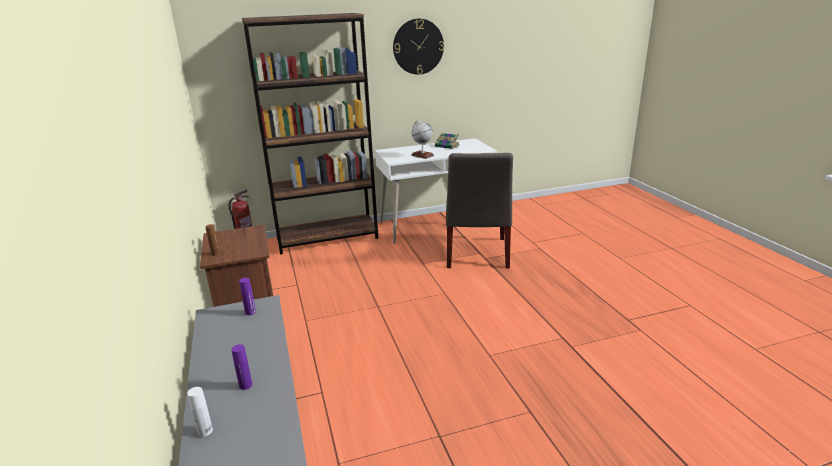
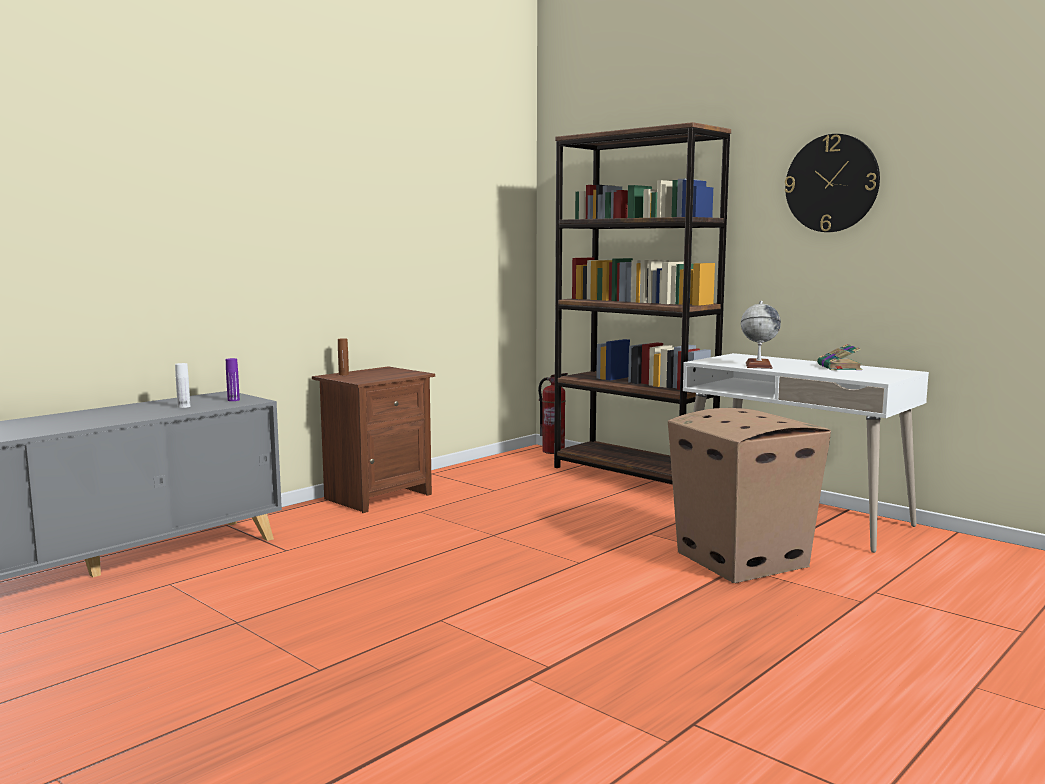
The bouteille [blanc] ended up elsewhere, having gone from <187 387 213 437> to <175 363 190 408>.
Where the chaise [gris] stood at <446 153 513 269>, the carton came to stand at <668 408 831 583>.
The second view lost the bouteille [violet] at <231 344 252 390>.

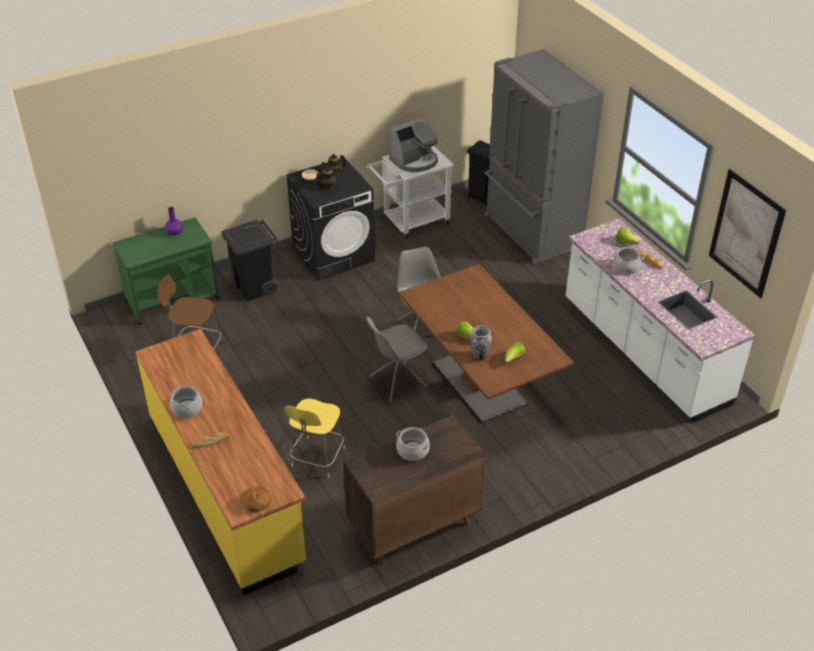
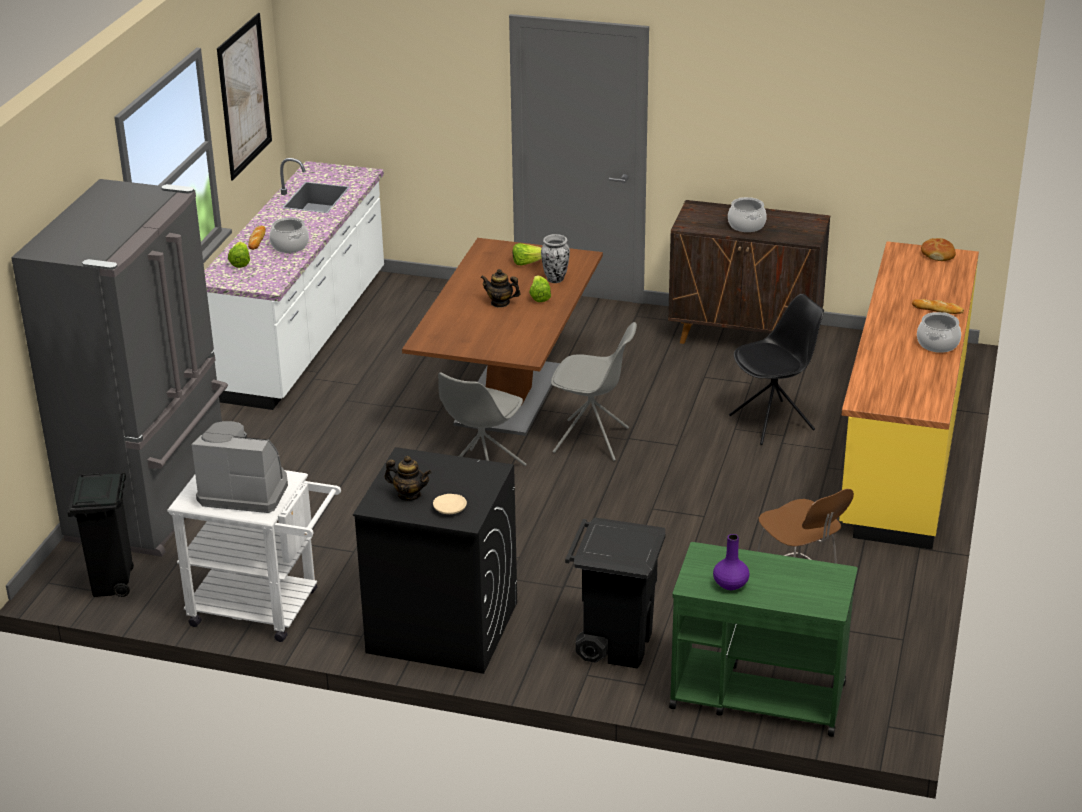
The théière ended up elsewhere, having gone from <316 166 339 190> to <480 269 521 308>.
Where the tabouret [jaune] stood at <284 398 345 478>, the chaise [noir] came to stand at <729 294 824 445>.

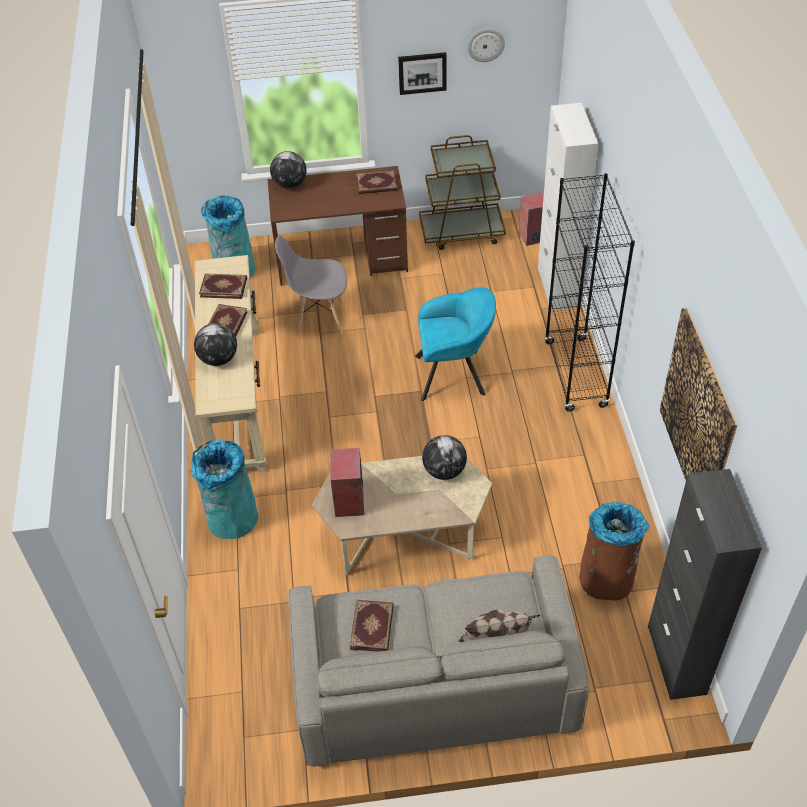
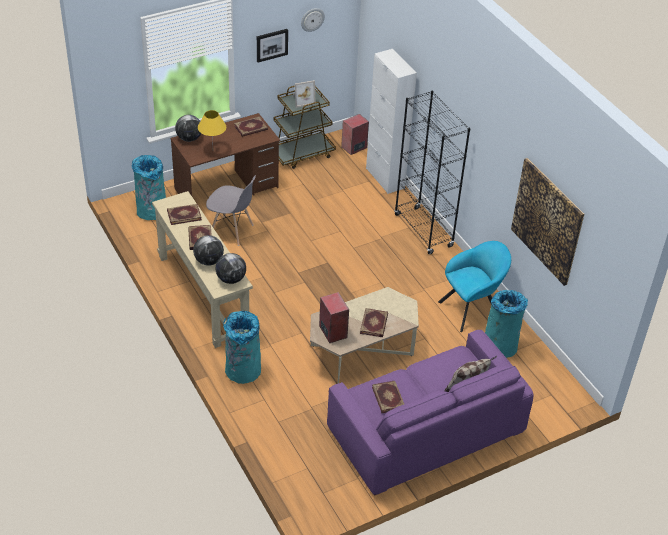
The second view gained the lampe de table [jaune] at <198 110 226 142>.
The chaise [gris] at <275 235 347 336> ended up facing another way, 135 degrees counterclockwise from before.
The globe ended up elsewhere, having gone from <422 435 467 480> to <216 253 246 284>.
The second view gained the cadre photo at <293 80 315 108>.
What was the canapé [gris] at <288 555 589 767> turned into the canapé [violet] at <327 330 534 495>.
The second view gained the livre at <360 308 388 337>.
The fauteuil [turquoise] ended up elsewhere, having gone from <415 287 496 401> to <438 241 511 332>.
What was the poubelle [marron] at <579 502 650 601> turned into the poubelle [turquoise] at <485 290 528 358>.
The second view lost the meuble de rangement [noir] at <648 469 762 700>.

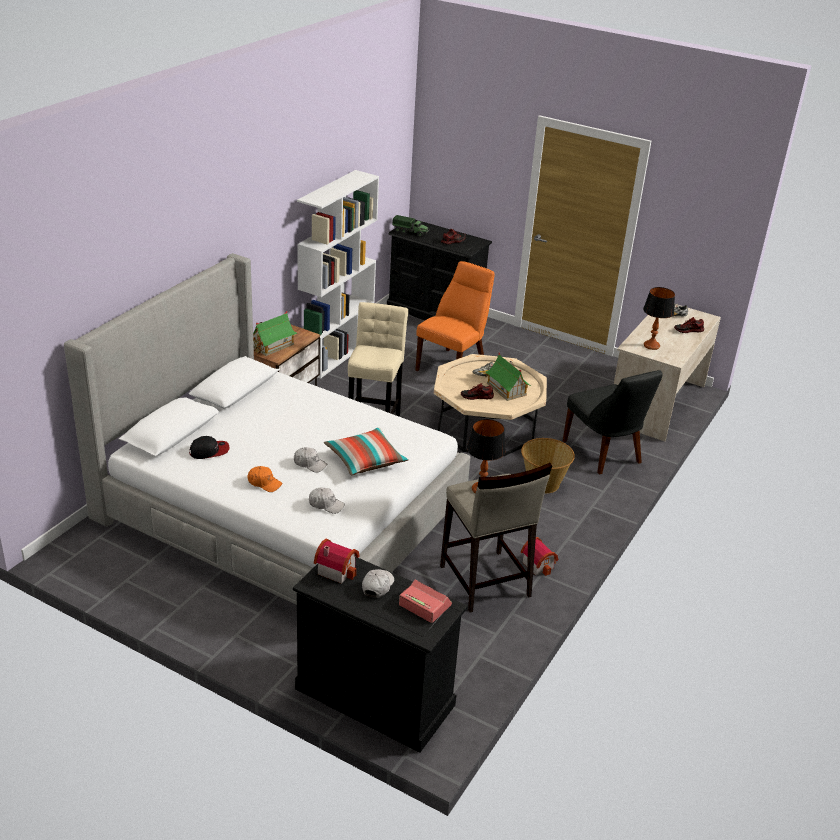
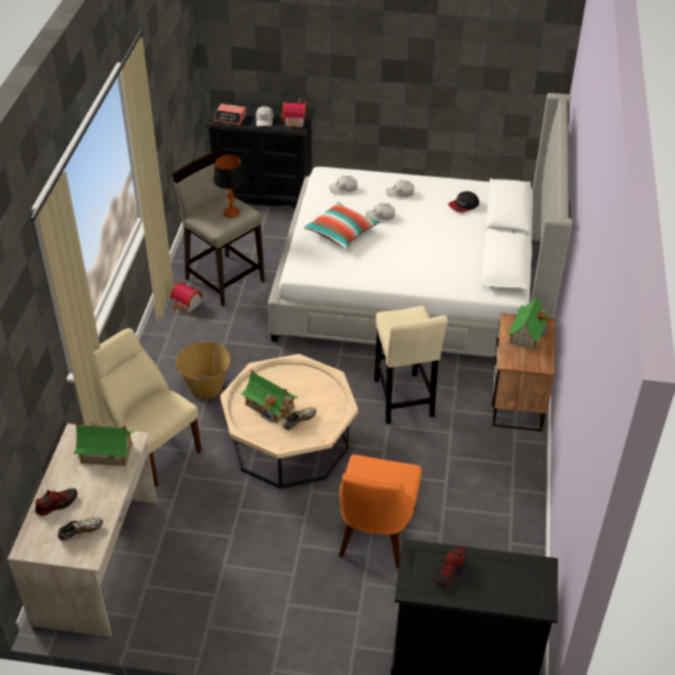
Where the lampe de table stood at <643 287 675 350>, the maison miniature came to stand at <73 421 135 466>.
What was the chaise [noir] at <563 370 663 474> turned into the chaise [beige] at <94 328 201 487>.
What was the casquette [orange] at <248 466 283 492> turned into the casquette [blanc] at <386 180 414 197>.
The second view lost the bibliothèque [blanc] at <297 170 379 379>.
The second view lost the camion jouet at <392 215 430 237>.
The second view lost the chaussure at <461 383 494 400>.

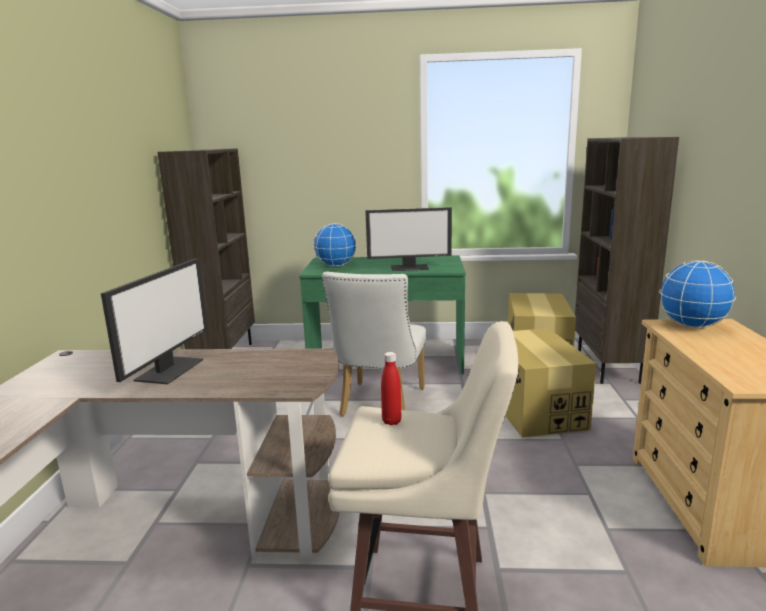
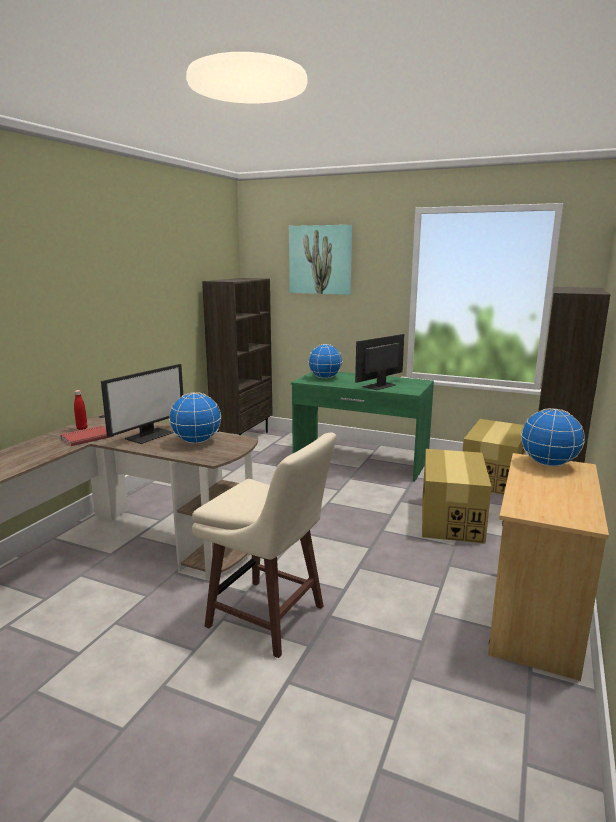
The second view gained the livre [rouge] at <60 426 114 446>.
The bouteille [rouge] ended up elsewhere, having gone from <381 352 401 425> to <74 390 88 430>.
The second view gained the globe at <169 393 221 443>.
The second view gained the tableau at <289 225 352 295>.
The écran d'ordinateur at <365 207 452 271> ended up facing another way, 120 degrees clockwise from before.
The second view lost the chaise [blanc] at <322 272 426 416>.

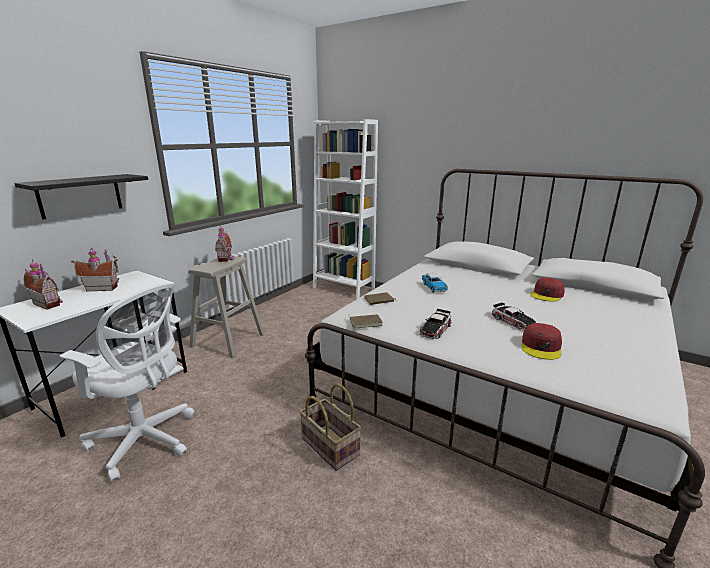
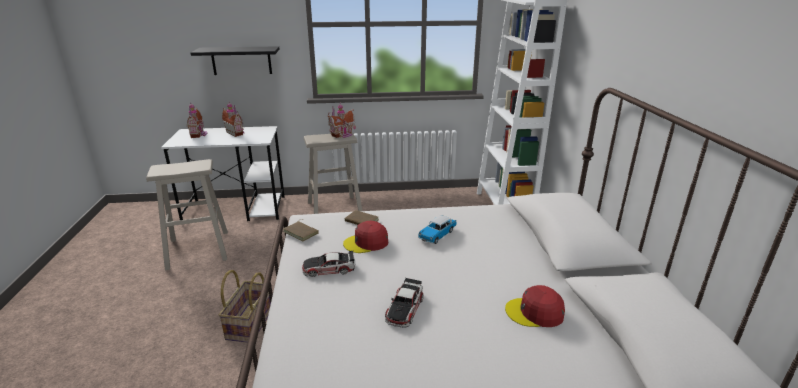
Where the chaise de bureau [blanc] stood at <60 283 194 482>, the tabouret [beige] came to stand at <146 159 228 270>.
The casquette [rouge] ended up elsewhere, having gone from <522 323 562 360> to <343 221 388 253>.

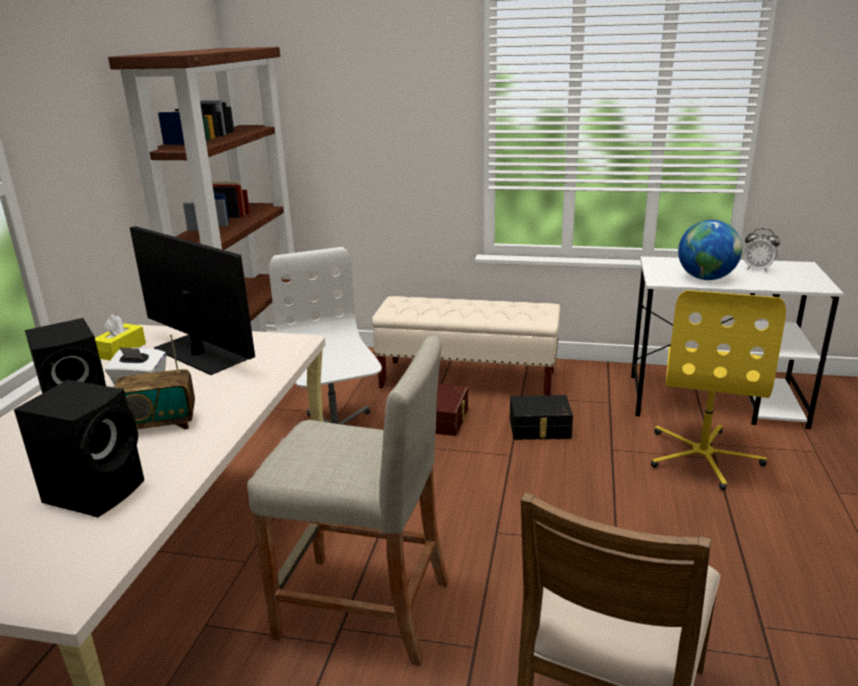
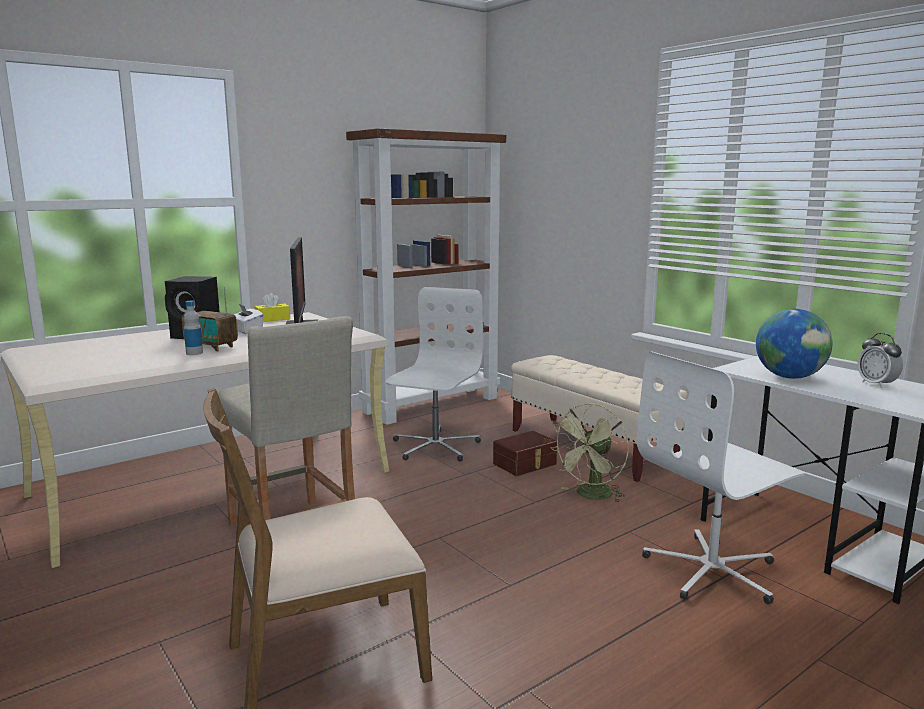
The second view gained the bouteille at <184 301 203 355>.
Where the boîte de rangement [noir] stood at <510 395 573 440>, the ventilateur [vert] came to stand at <550 403 629 503>.
What was the chaise de bureau [jaune] at <651 290 786 490> turned into the chaise de bureau [blanc] at <637 352 805 604>.
The second view lost the enceinte [noir] at <14 380 144 517>.

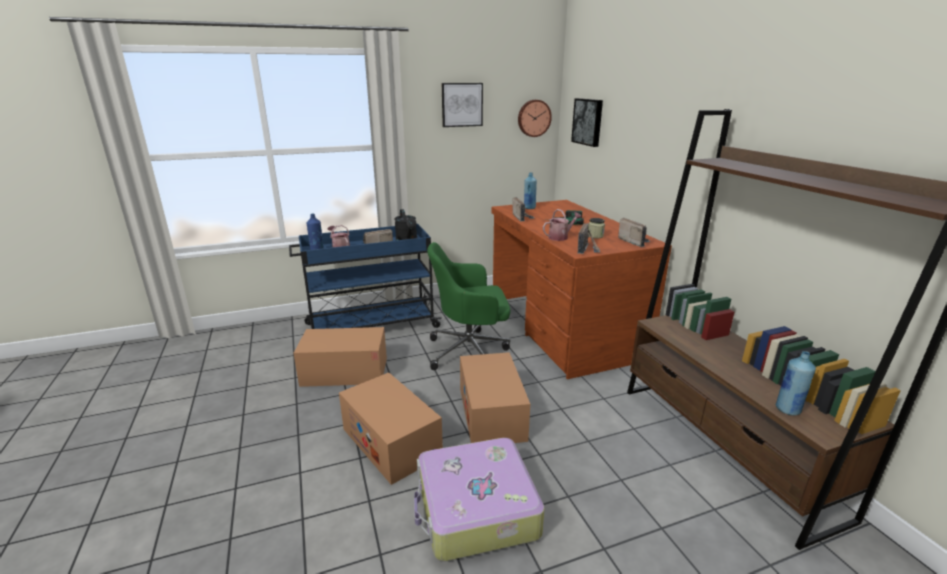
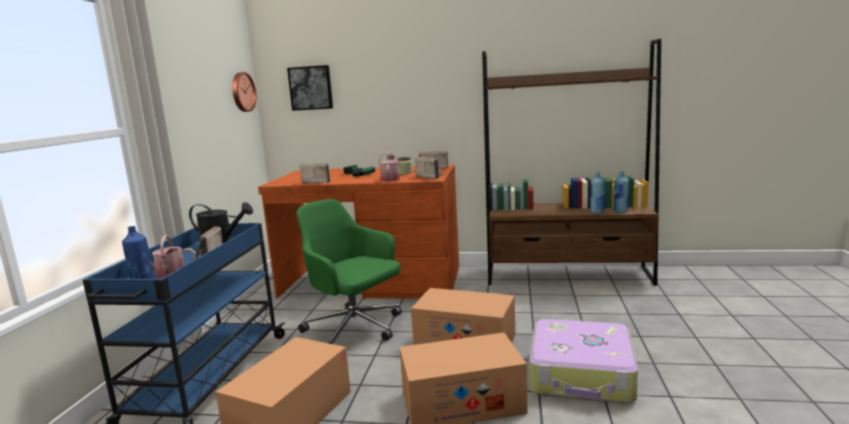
The chaise de bureau [vert] at <427 242 511 370> ended up facing another way, 105 degrees clockwise from before.
The bouteille [bleu] ended up elsewhere, having gone from <524 172 537 209> to <590 172 605 213>.
The second view lost the tableau at <442 83 483 127>.

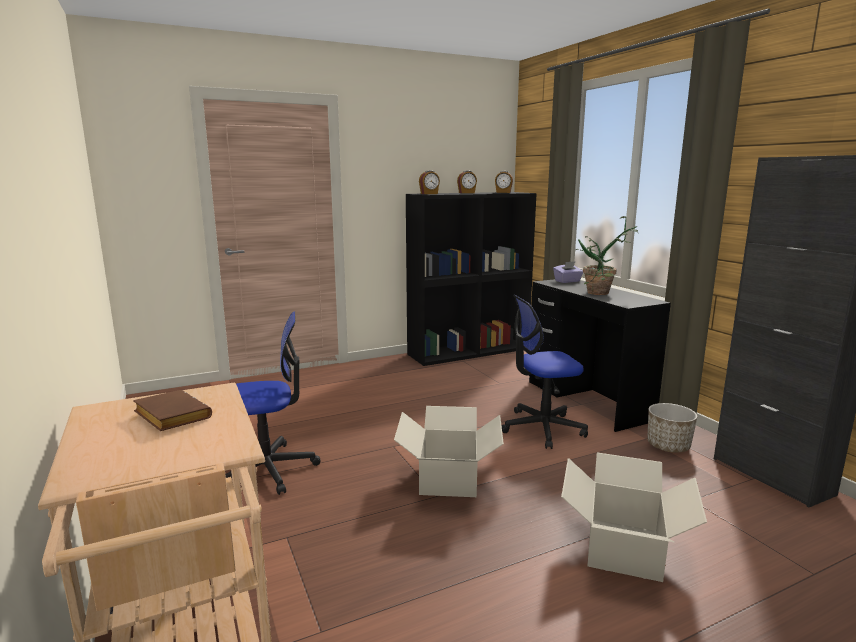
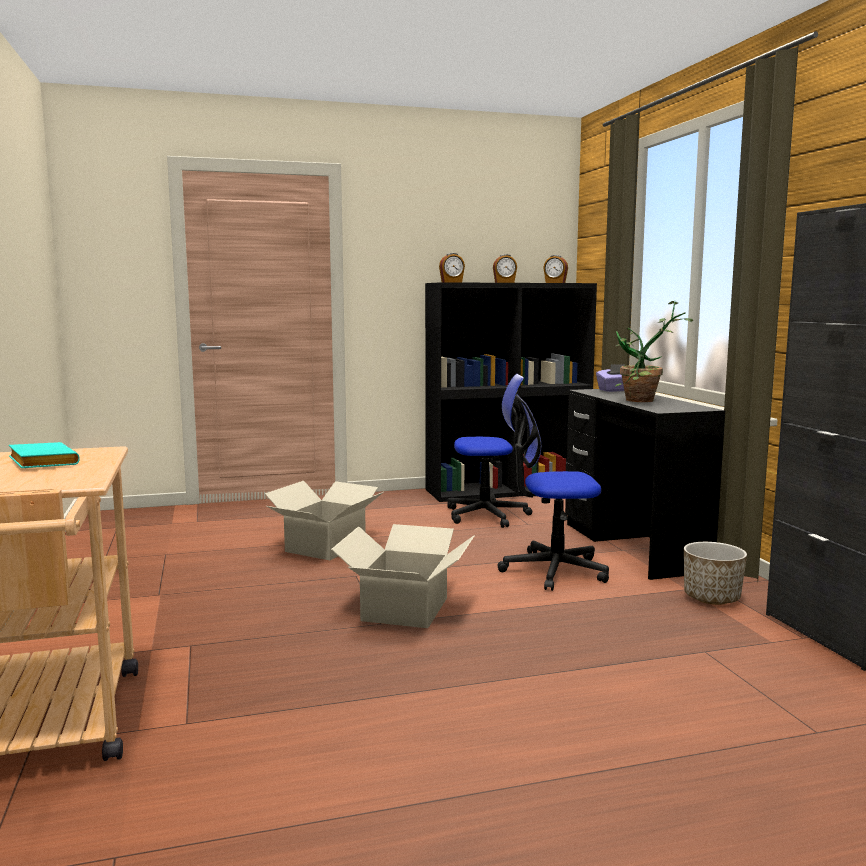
What was the livre [marron] at <133 390 212 431> turned into the livre [turquoise] at <9 442 80 468>.
The carton ended up elsewhere, having gone from <561 452 707 582> to <265 481 384 560>.
The chaise de bureau ended up elsewhere, having gone from <225 311 320 495> to <447 374 532 528>.

